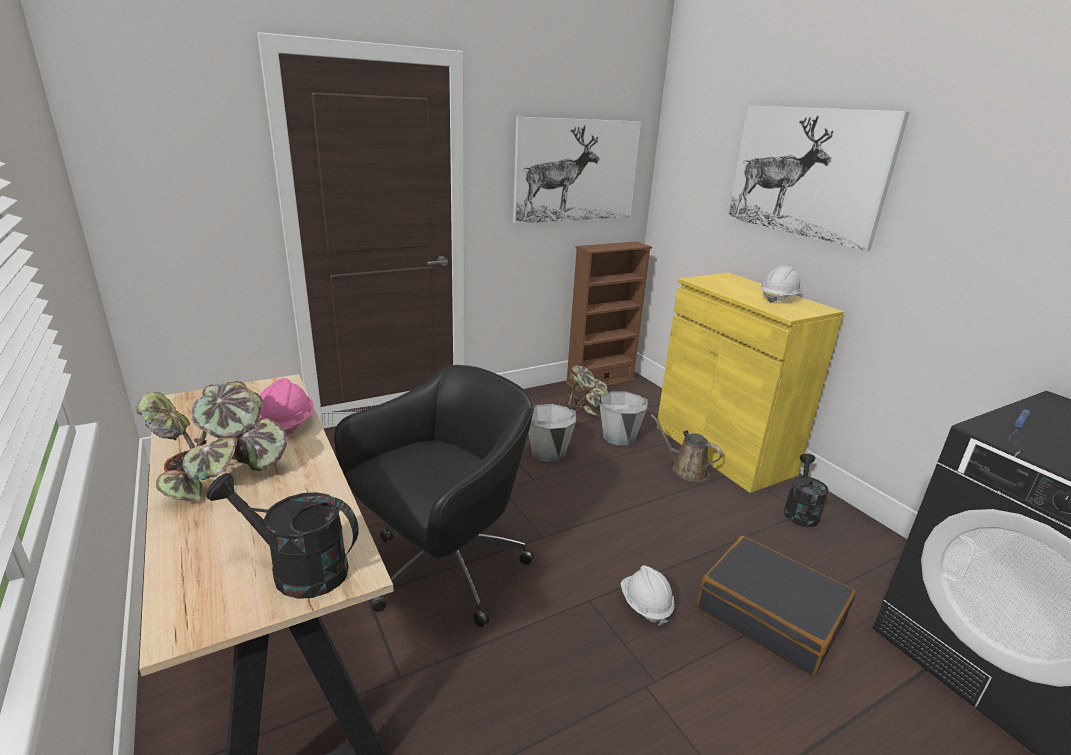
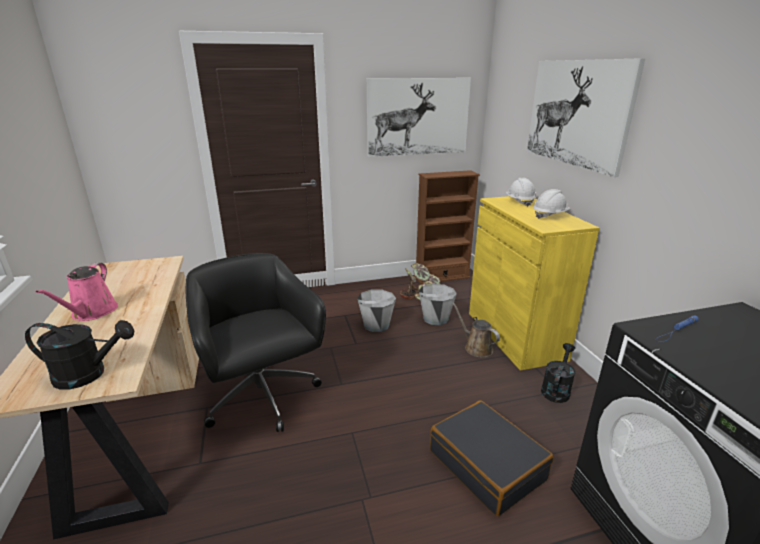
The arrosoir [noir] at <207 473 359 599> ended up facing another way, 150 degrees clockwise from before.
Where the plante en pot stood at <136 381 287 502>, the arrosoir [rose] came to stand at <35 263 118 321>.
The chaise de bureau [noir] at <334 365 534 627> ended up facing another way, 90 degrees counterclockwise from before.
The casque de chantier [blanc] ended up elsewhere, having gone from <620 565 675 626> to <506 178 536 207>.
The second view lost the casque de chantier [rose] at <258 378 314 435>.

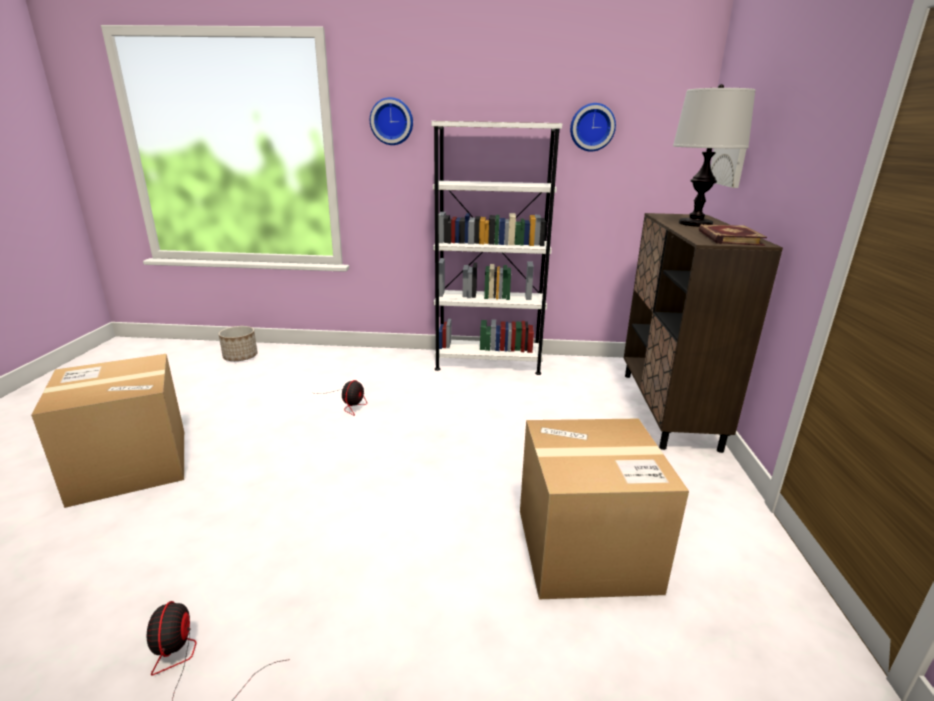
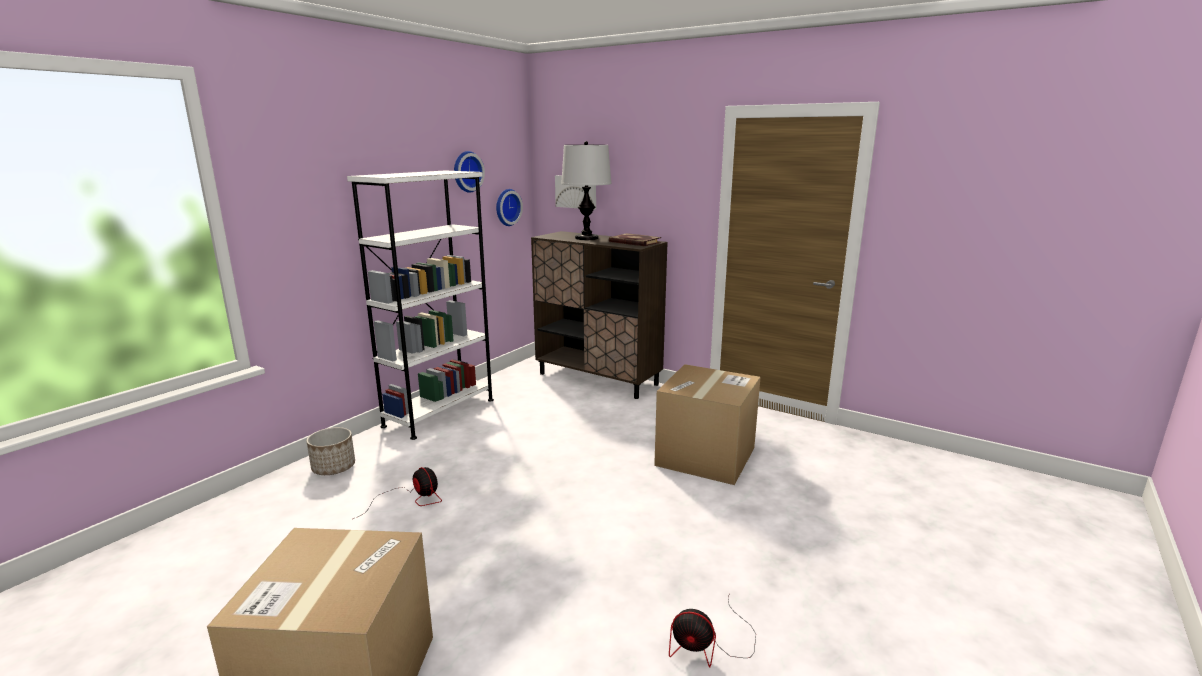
The cache-pot ended up elsewhere, having gone from <219 326 257 361> to <306 427 355 475>.
The horloge murale ended up elsewhere, having gone from <370 97 413 145> to <496 189 523 226>.

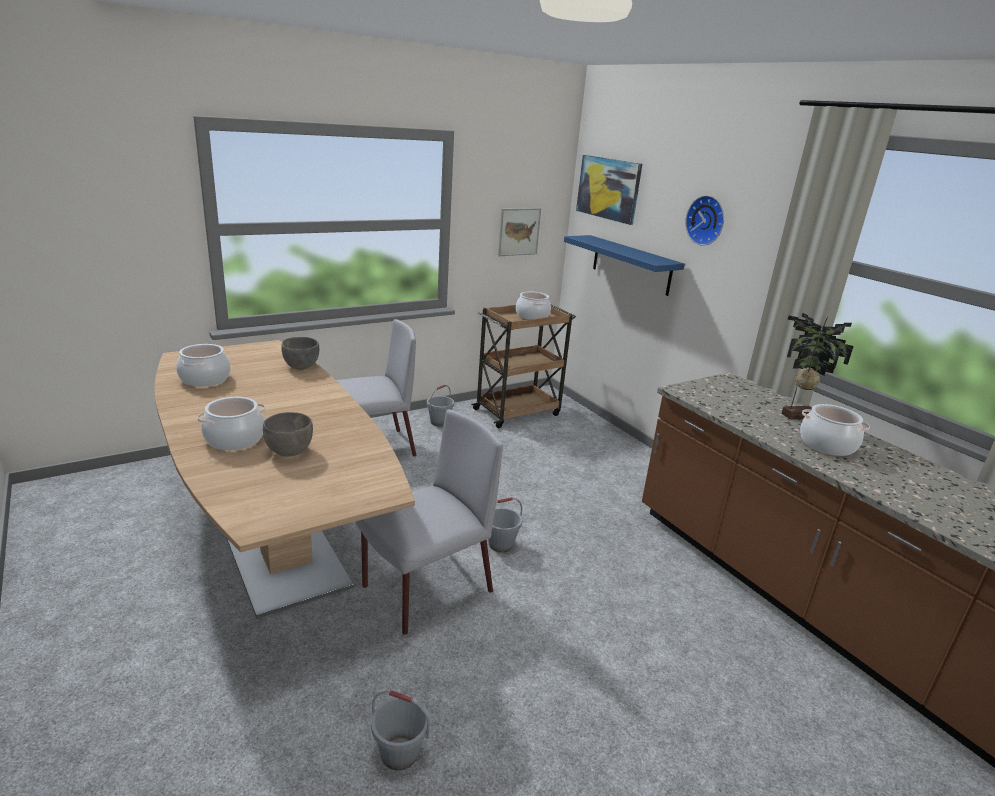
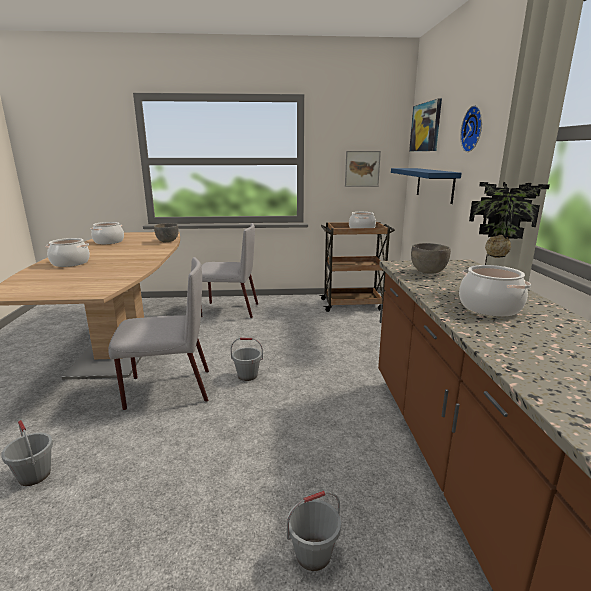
The seau [gris] ended up elsewhere, having gone from <427 385 454 426> to <287 491 341 571>.
The bol [gris] ended up elsewhere, having gone from <263 412 313 456> to <411 243 451 274>.

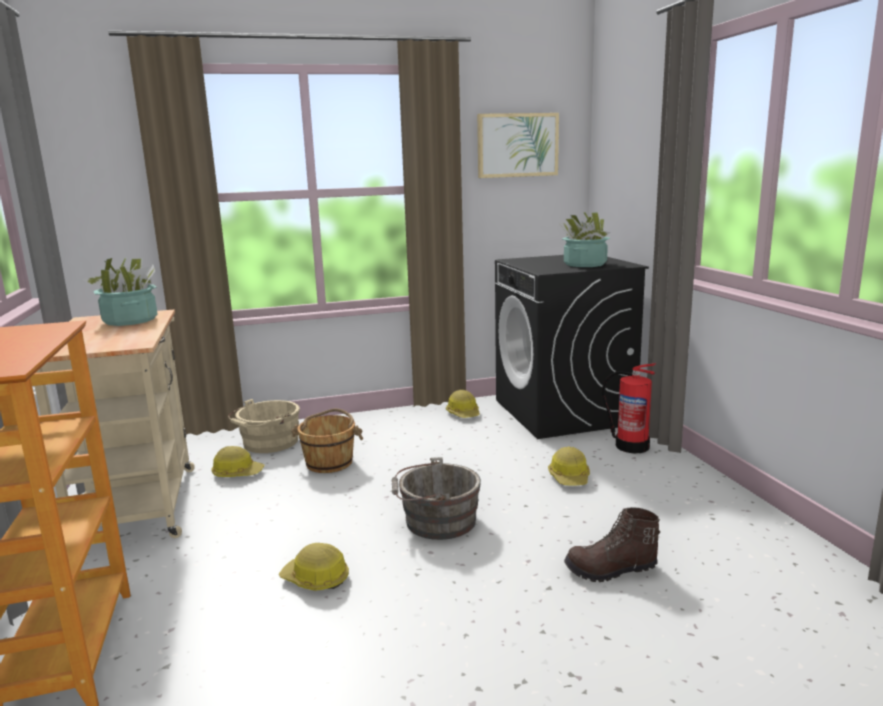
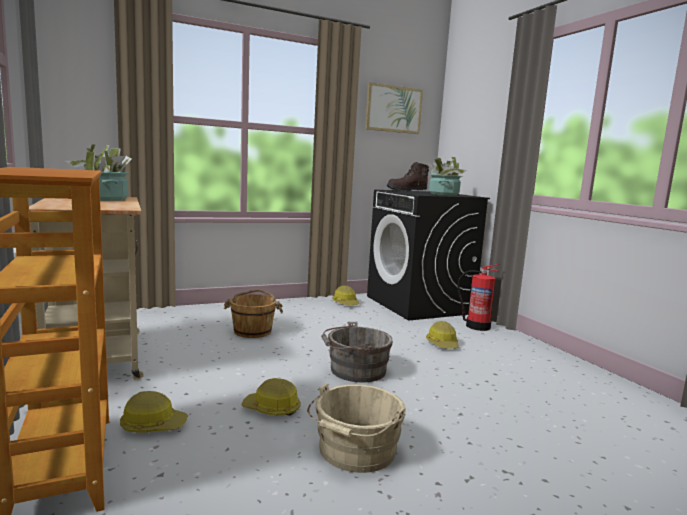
The casque de chantier ended up elsewhere, having gone from <211 446 265 477> to <120 391 188 433>.
The seau [beige] ended up elsewhere, having gone from <228 399 299 453> to <307 383 406 473>.
The botte [marron] ended up elsewhere, having gone from <564 507 660 582> to <387 162 429 191>.

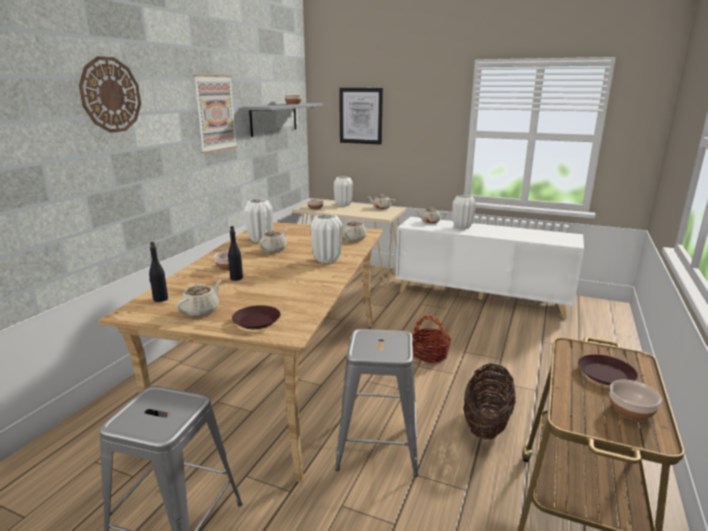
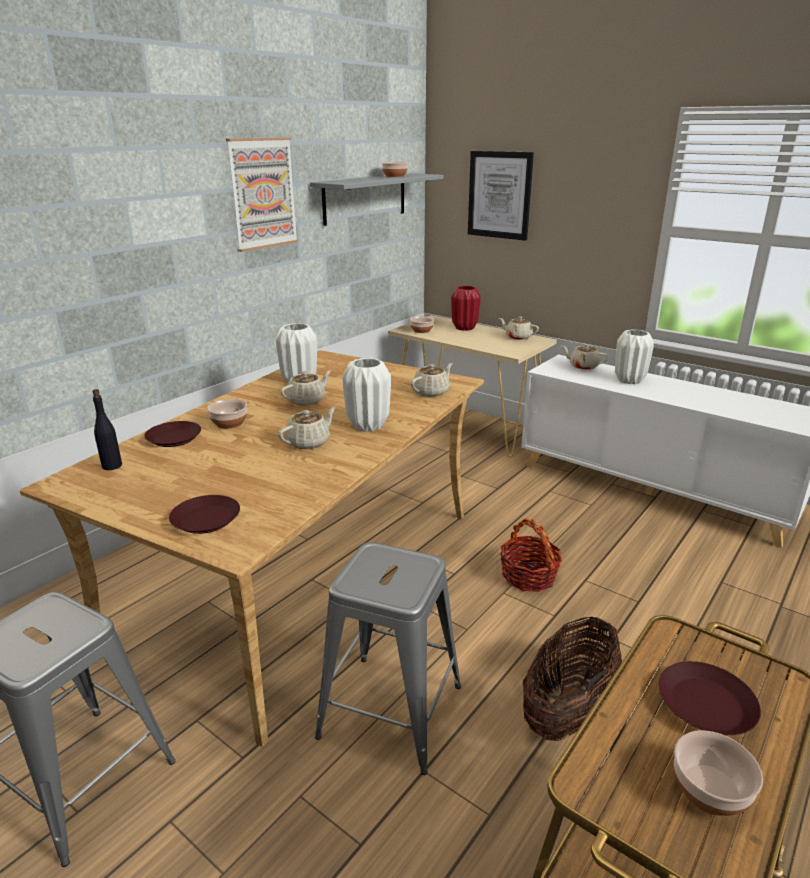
The second view gained the assiette [marron] at <144 421 201 447>.
The théière [beige] ended up elsewhere, having gone from <176 280 222 317> to <278 407 336 449>.
What was the vase [blanc] at <334 176 353 206> turned into the vase [rouge] at <451 286 481 331>.
The second view lost the horloge murale at <79 56 141 133>.
The second view lost the bouteille [noir] at <228 226 243 281>.

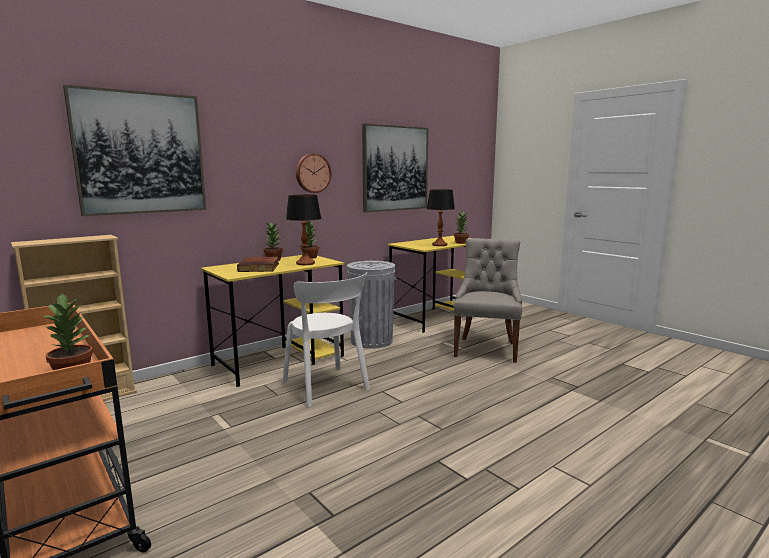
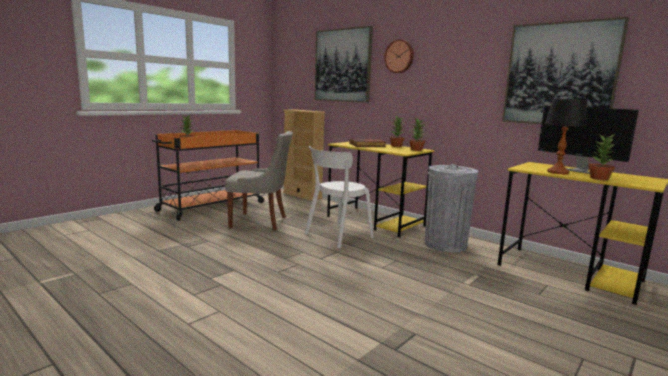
The chaise [gris] ended up elsewhere, having gone from <453 238 522 363> to <225 131 293 231>.
The horloge murale ended up elsewhere, having gone from <296 153 331 193> to <384 39 414 73>.
The second view gained the écran d'ordinateur at <538 106 639 174>.
The second view lost the lampe de table at <286 195 322 265>.

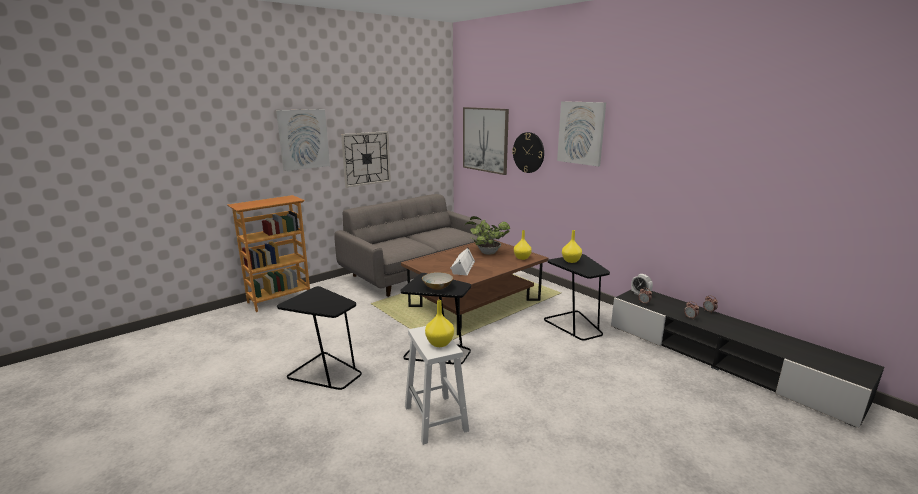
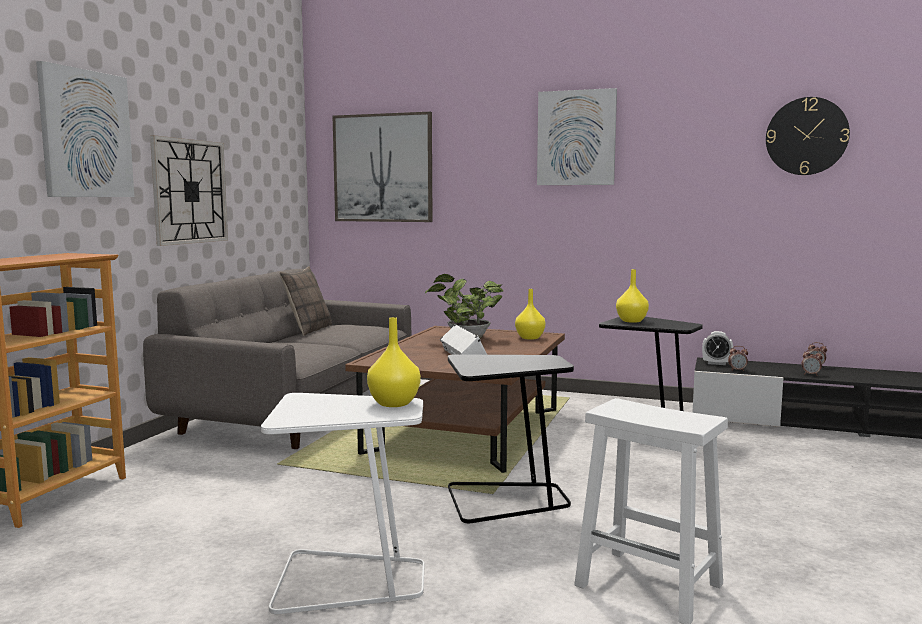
What was the table d'appoint [noir] at <277 286 362 390> turned into the table d'appoint [blanc] at <261 393 424 614>.
The second view gained the coussin at <279 266 332 336>.
The vase [jaune] ended up elsewhere, having gone from <425 300 454 347> to <367 317 421 407>.
The horloge murale ended up elsewhere, having gone from <512 132 544 173> to <766 97 850 175>.
The second view lost the bol at <422 272 453 290>.

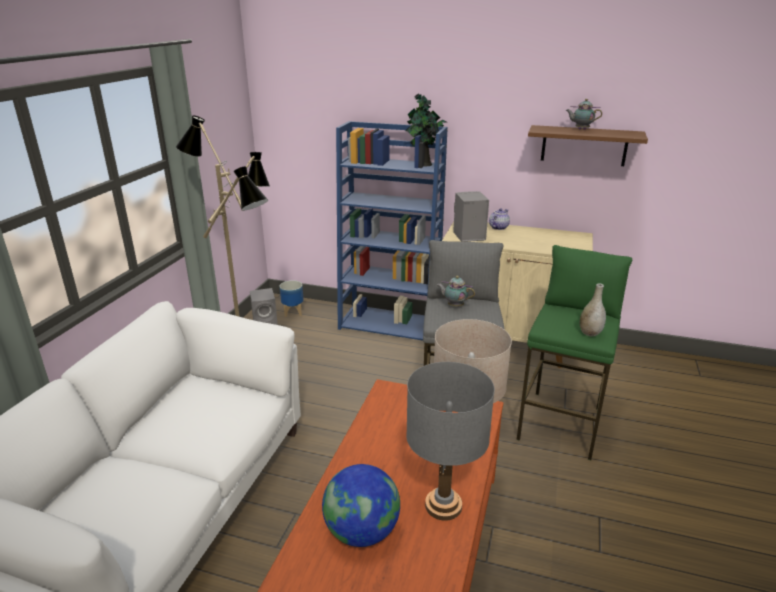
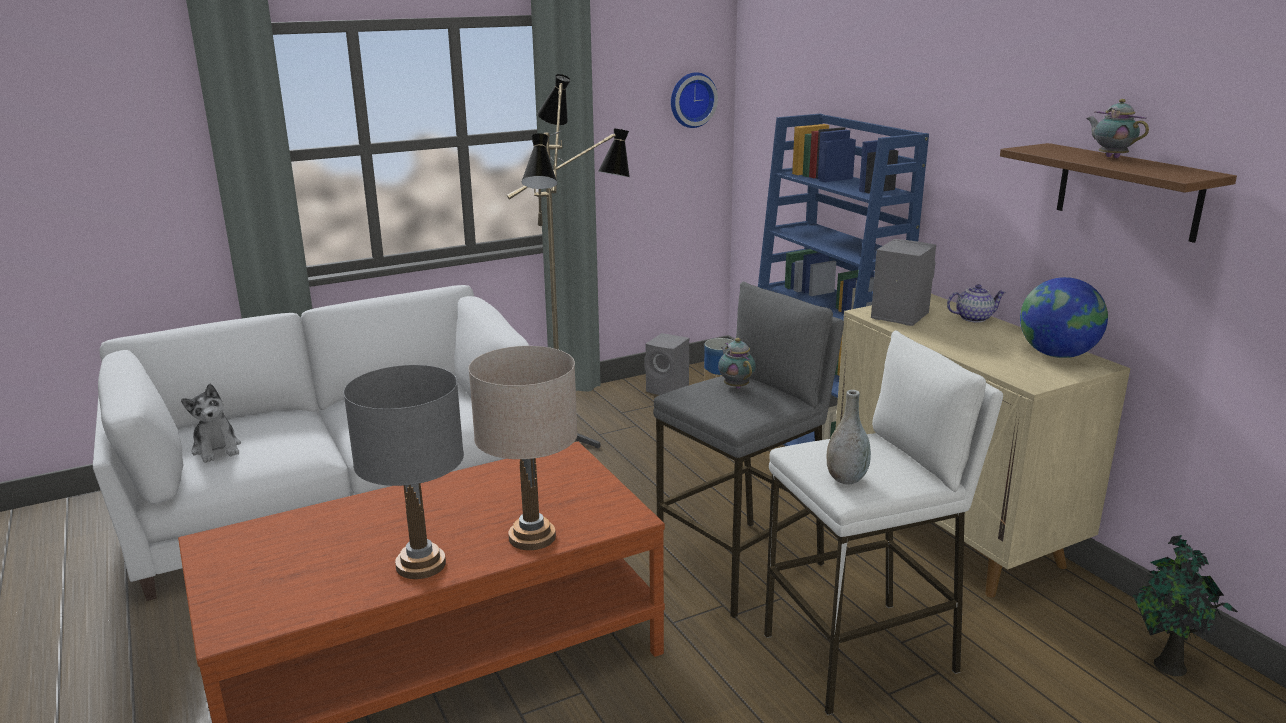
The second view gained the peluche at <181 384 241 463>.
The second view gained the horloge murale at <671 72 718 128>.
What was the tabouret [vert] at <516 245 632 460> turned into the tabouret [blanc] at <764 330 1003 715>.
The globe ended up elsewhere, having gone from <322 464 400 547> to <1020 277 1108 358>.
The plante en pot ended up elsewhere, having gone from <406 93 447 166> to <1133 535 1238 676>.

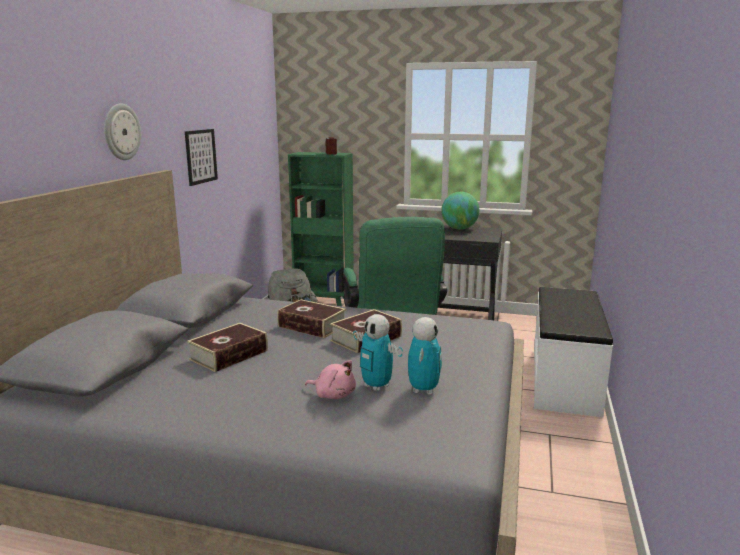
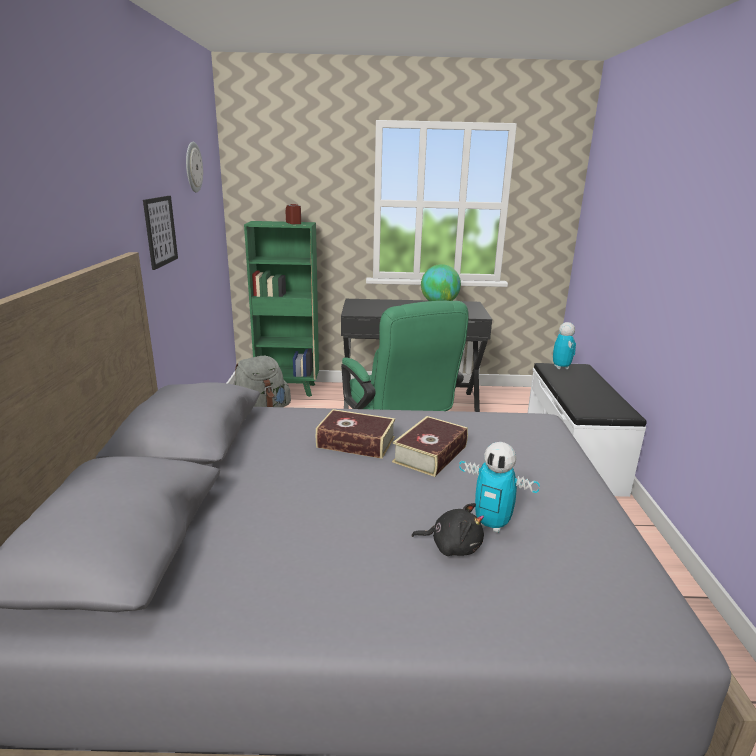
The horloge murale ended up elsewhere, having gone from <104 103 141 160> to <186 142 203 193>.
What was the peluche [rose] at <305 360 356 399> turned into the peluche [noir] at <412 503 484 556>.
The robot jouet ended up elsewhere, having gone from <408 317 442 395> to <553 322 576 369>.
The second view lost the livre at <187 323 268 372>.

